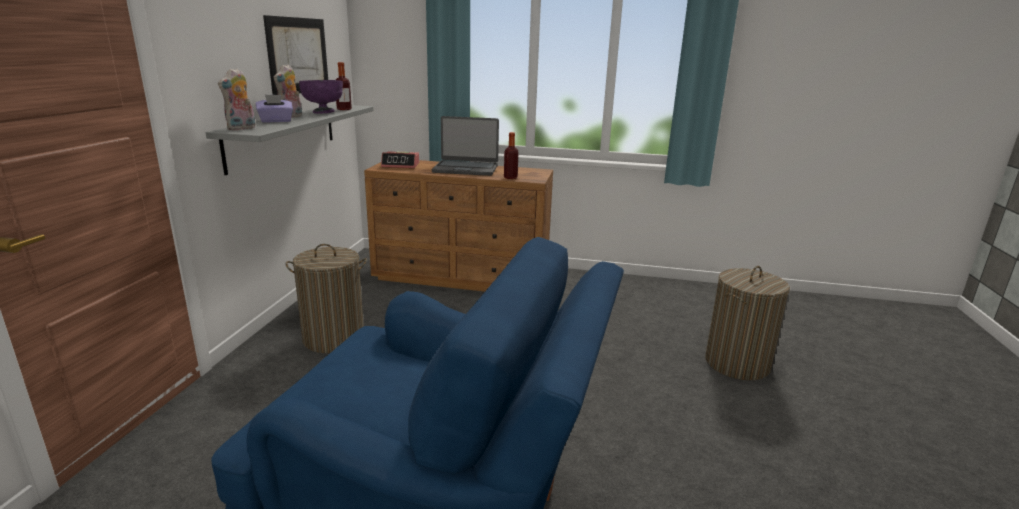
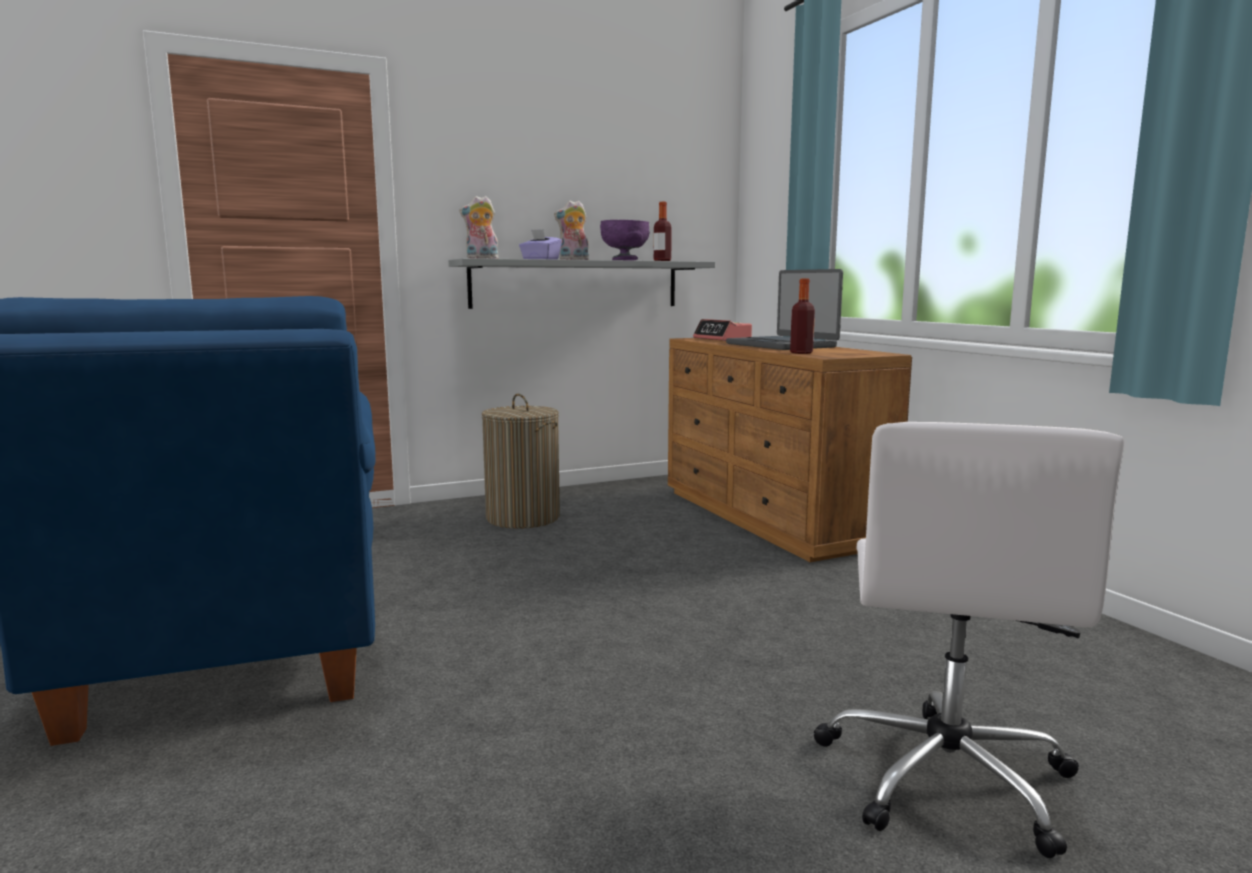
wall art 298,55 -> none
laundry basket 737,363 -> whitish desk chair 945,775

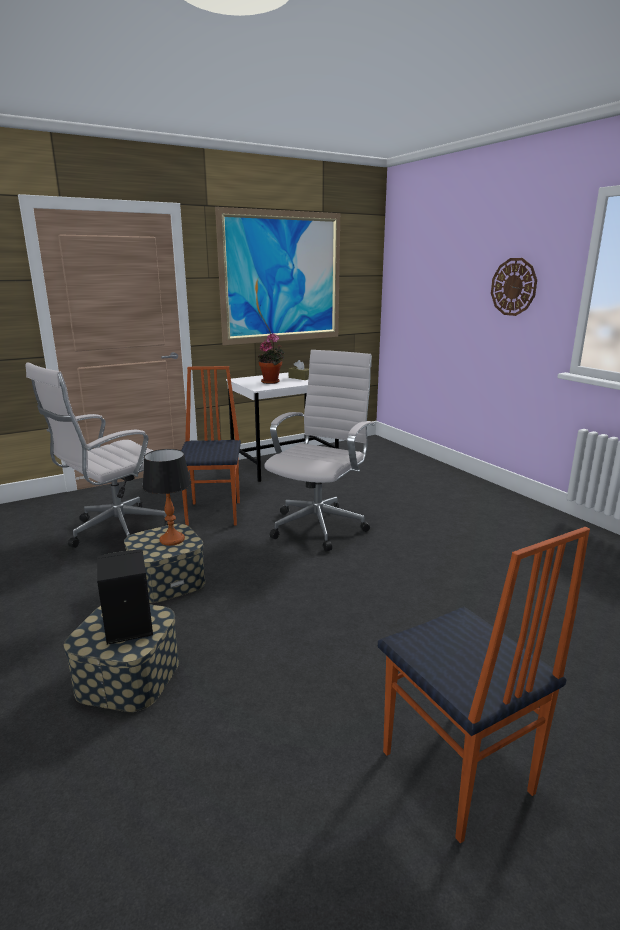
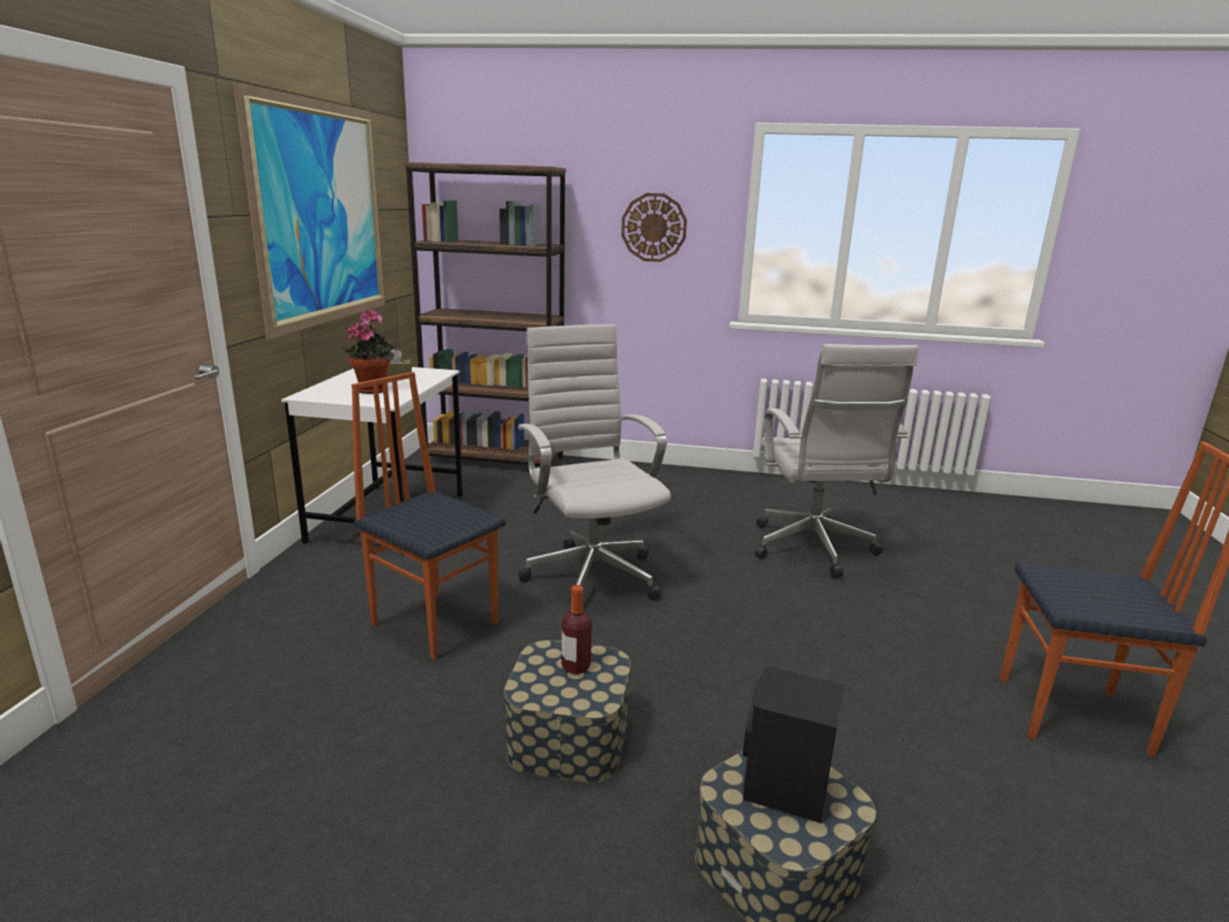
none -> brownish shelving unit 495,460
whitish desk chair 115,531 -> whitish desk chair 813,550, shifted
tabletop lamp 172,540 -> drink bottle 575,667

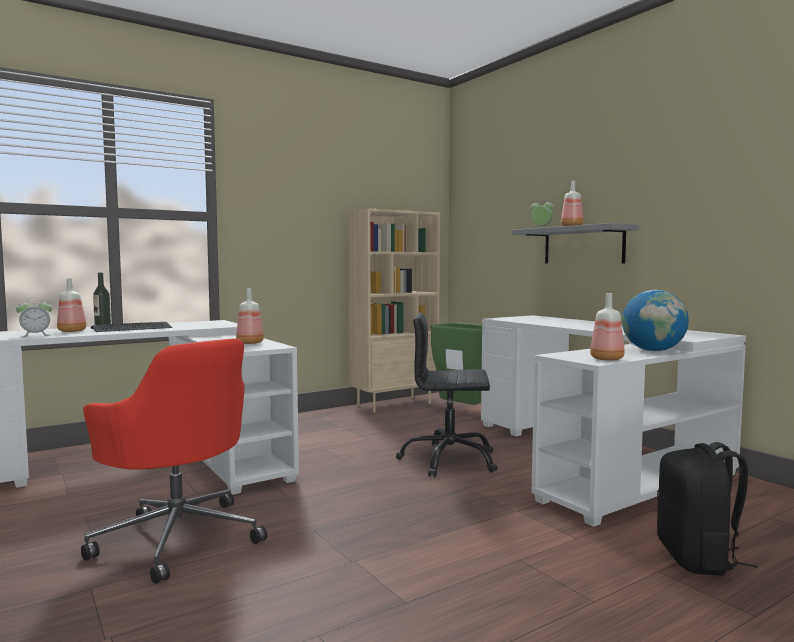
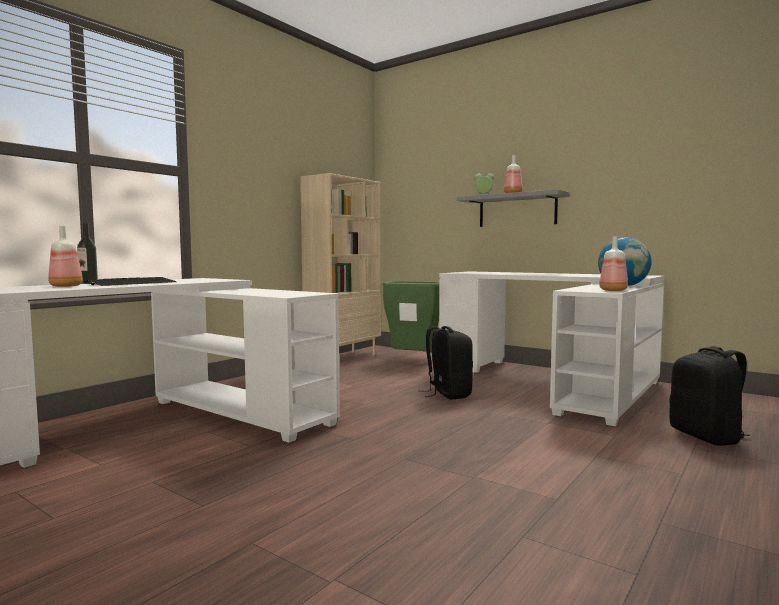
table clock 35,335 -> none
red desk chair 178,537 -> none
drink bottle 251,343 -> none
black desk chair 449,460 -> black backpack 447,394

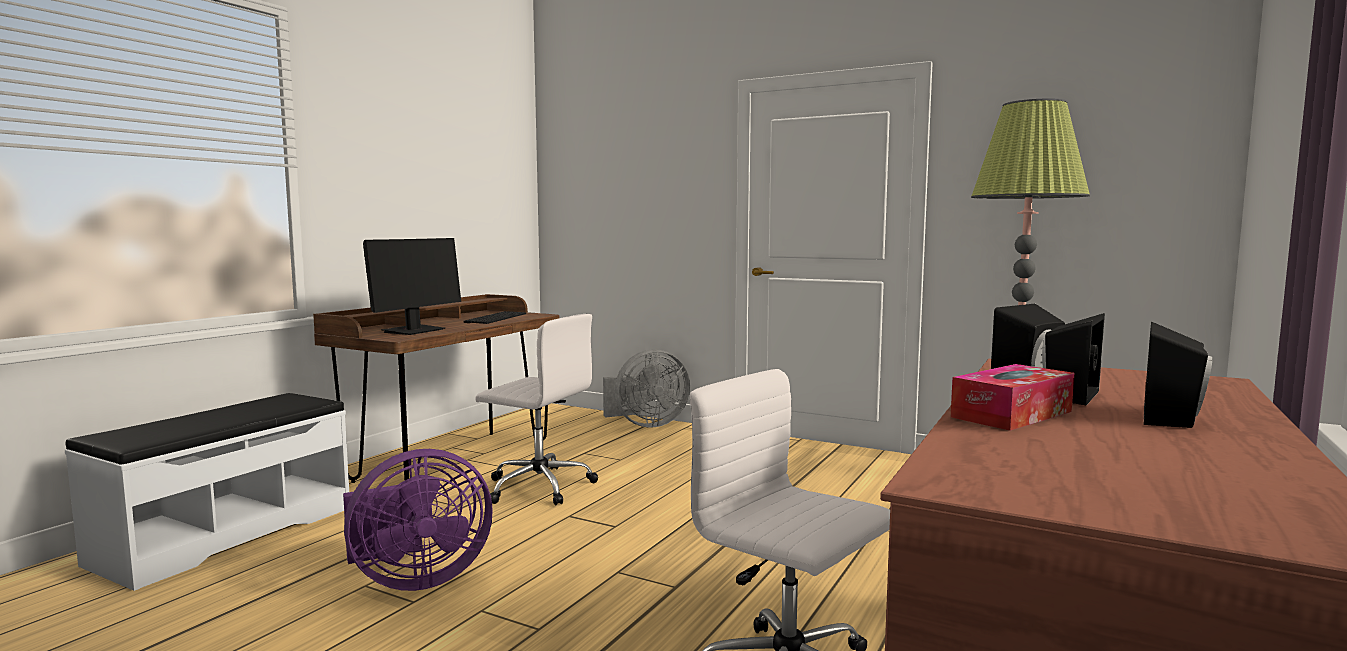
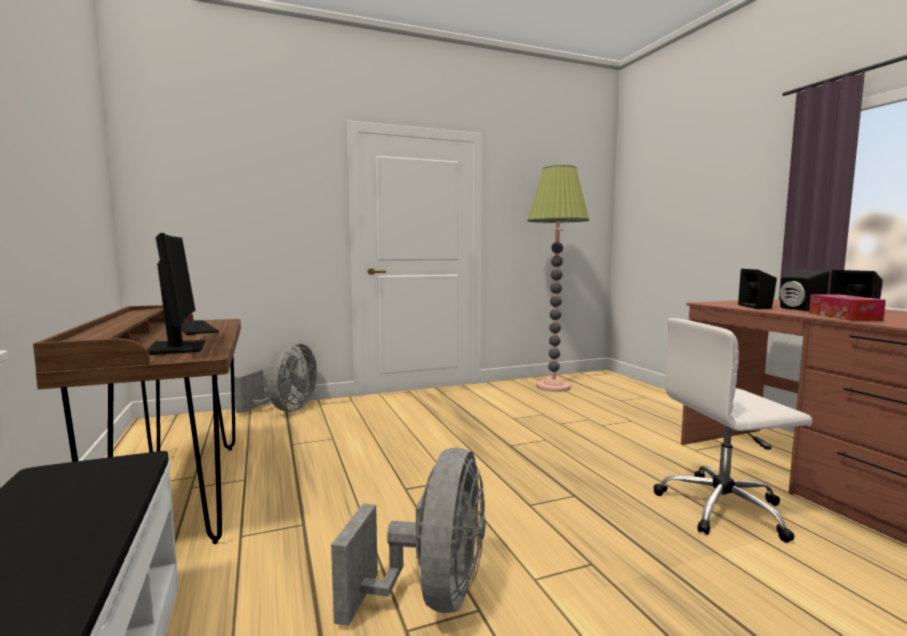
whitish desk chair 538,486 -> none
purple fan 415,579 -> greyish fan 432,595

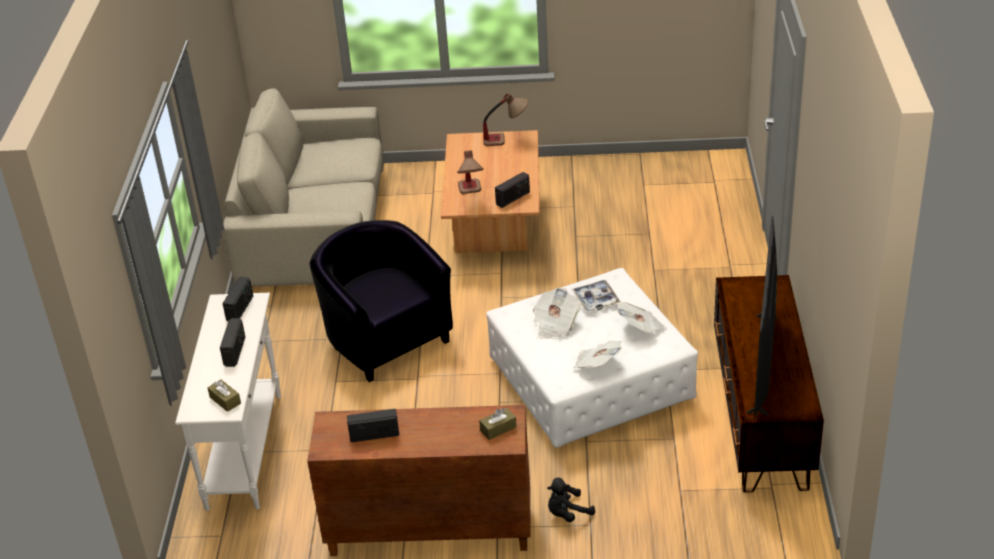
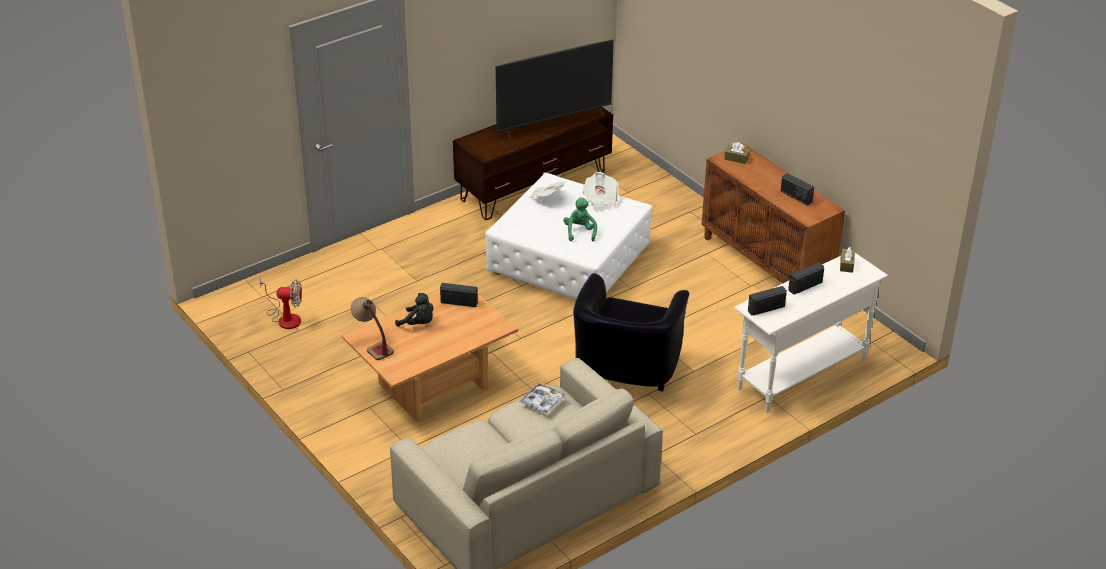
tabletop lamp 471,194 -> none
none -> fan 285,317
black plush toy 567,513 -> black plush toy 418,323, shifted
carrying tray 596,300 -> carrying tray 542,402, shifted
newspaper 555,325 -> greenish plush toy 580,232

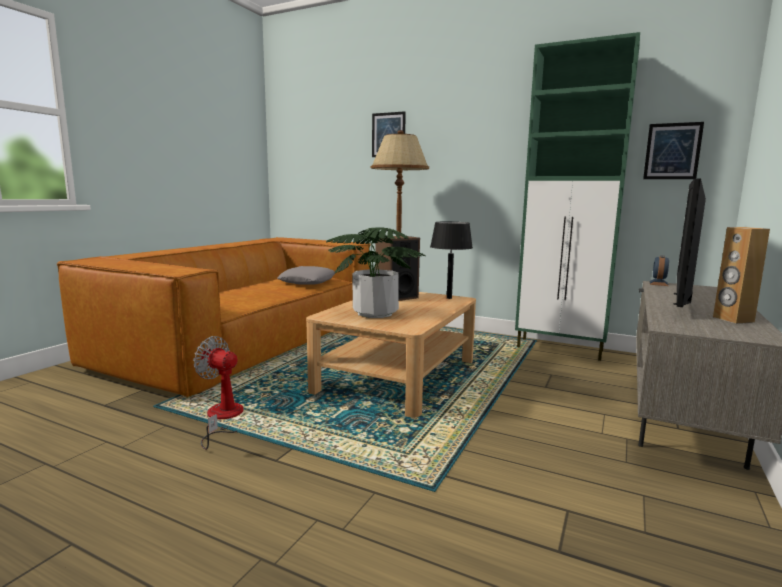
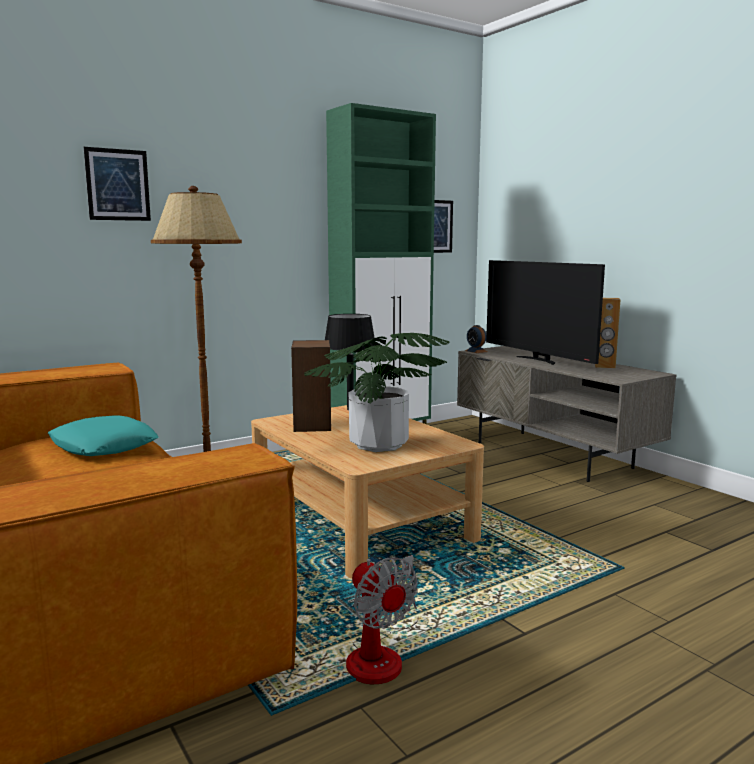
greyish throw pillow 307,281 -> blue-green throw pillow 103,446
fan 223,419 -> fan 381,654, 90 degrees counterclockwise

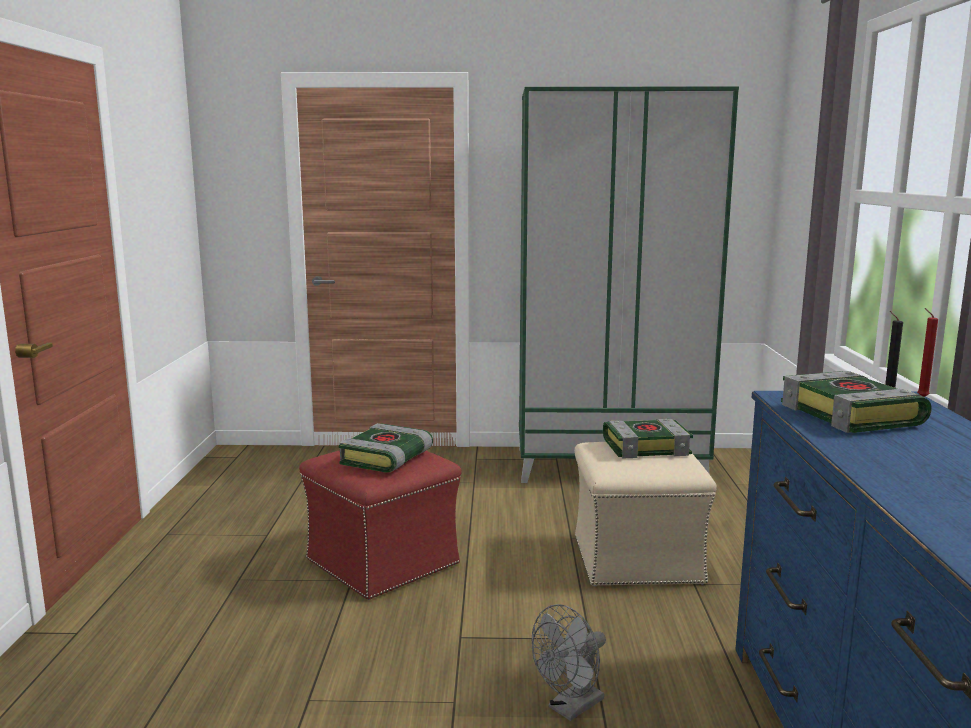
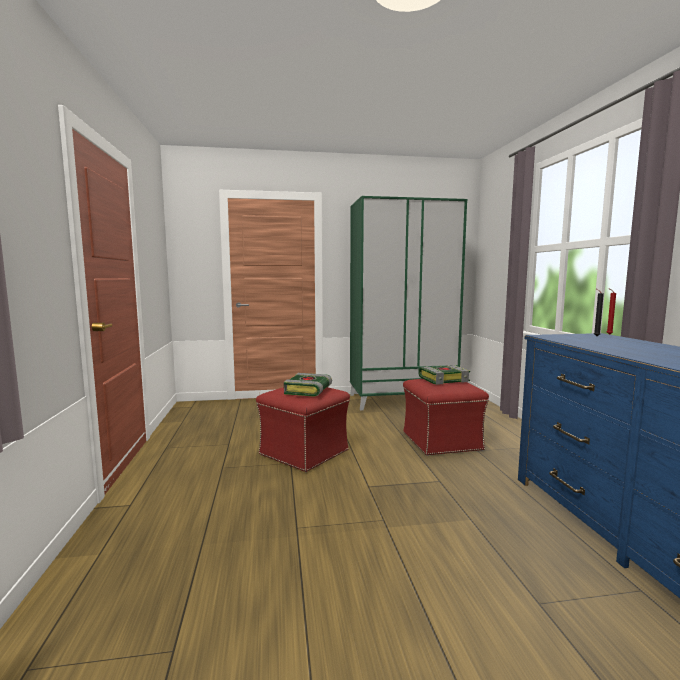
greyish fan 570,708 -> none
book 853,416 -> none
sand-coloured pouffe 635,559 -> red pouffe 441,441

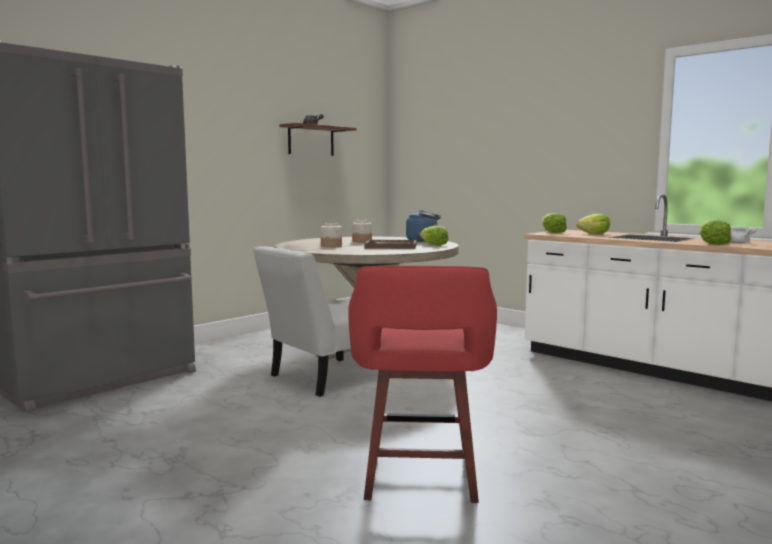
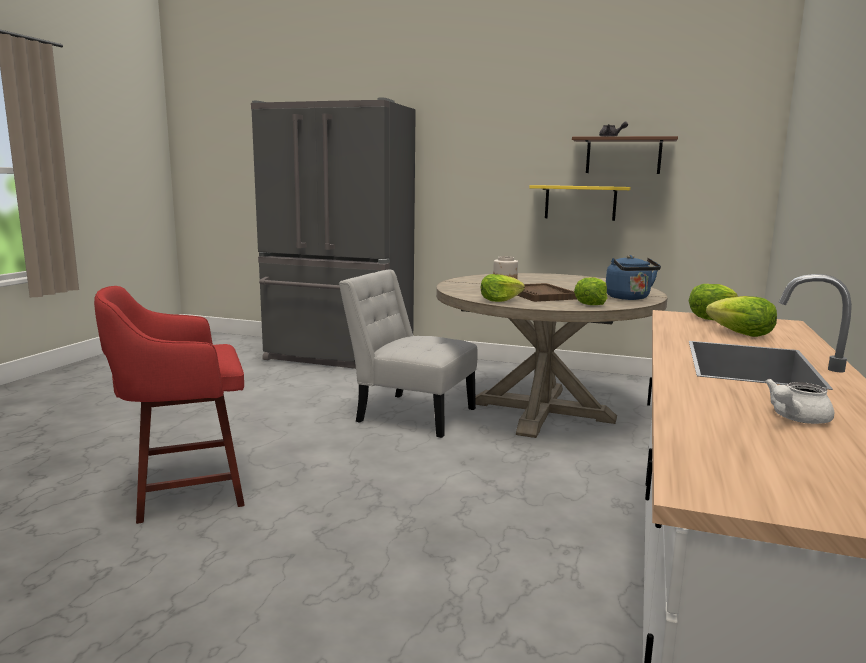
storage jar 362,241 -> none
none -> yellow-coloured wall shelf 580,202
lettuce head 712,243 -> lettuce head 499,300, shifted

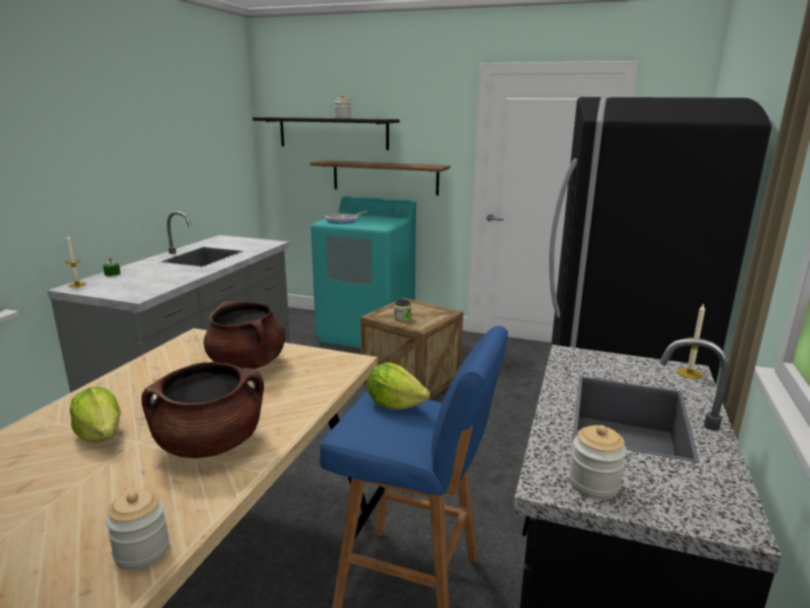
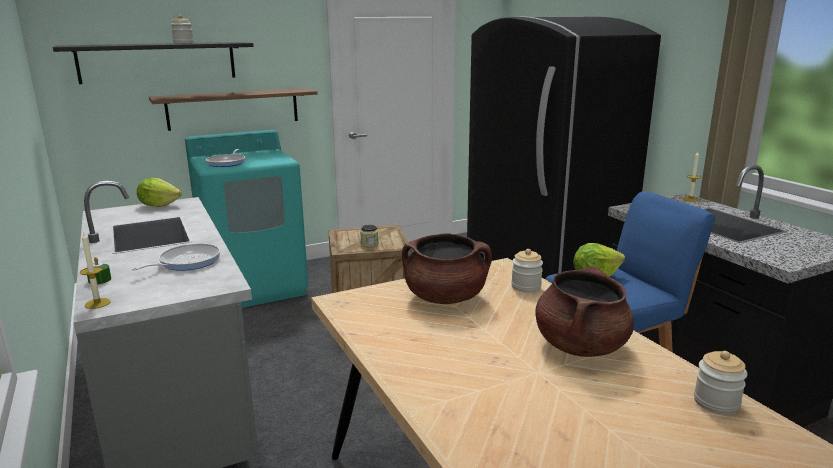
none -> pan 186,262
lettuce head 101,434 -> lettuce head 159,205, shifted
storage jar 594,484 -> storage jar 526,286, shifted

